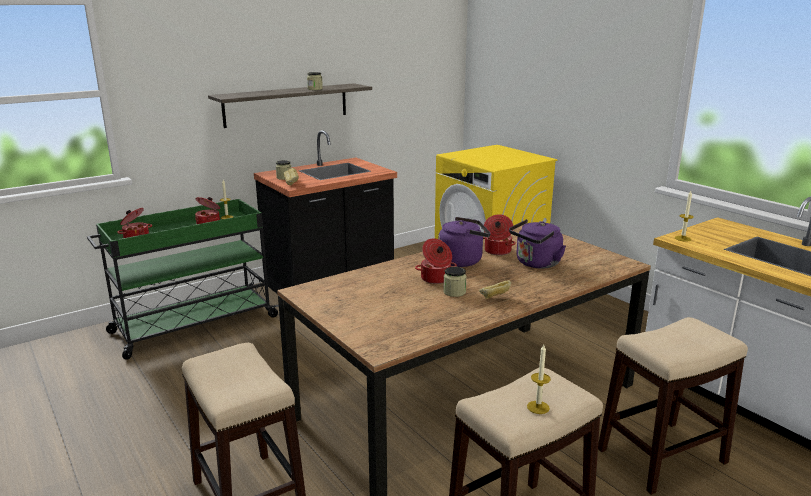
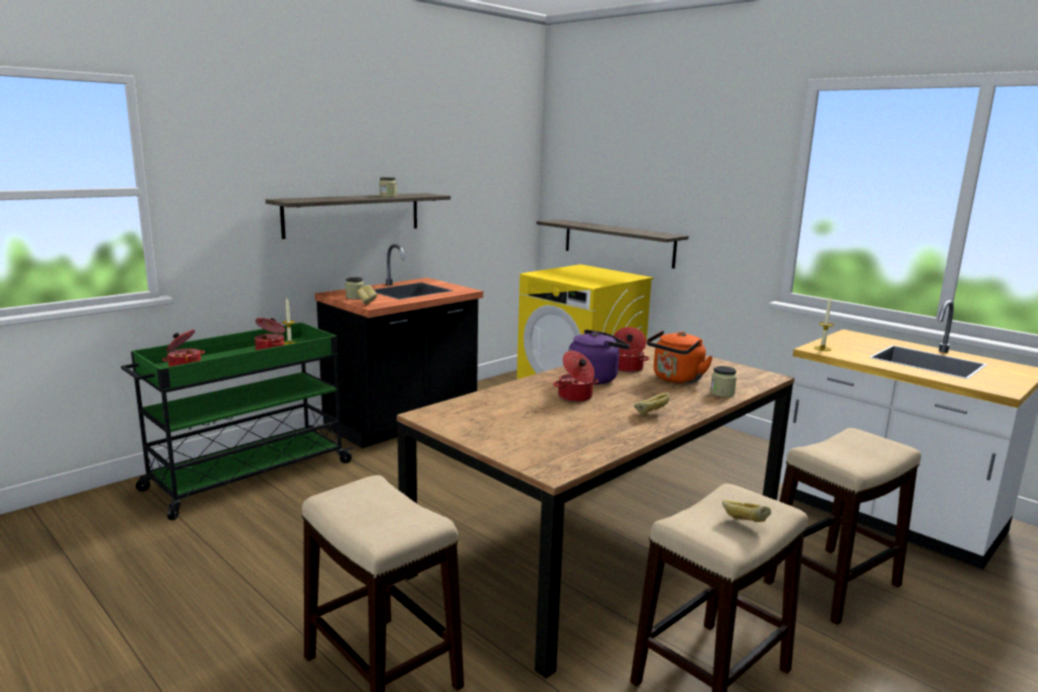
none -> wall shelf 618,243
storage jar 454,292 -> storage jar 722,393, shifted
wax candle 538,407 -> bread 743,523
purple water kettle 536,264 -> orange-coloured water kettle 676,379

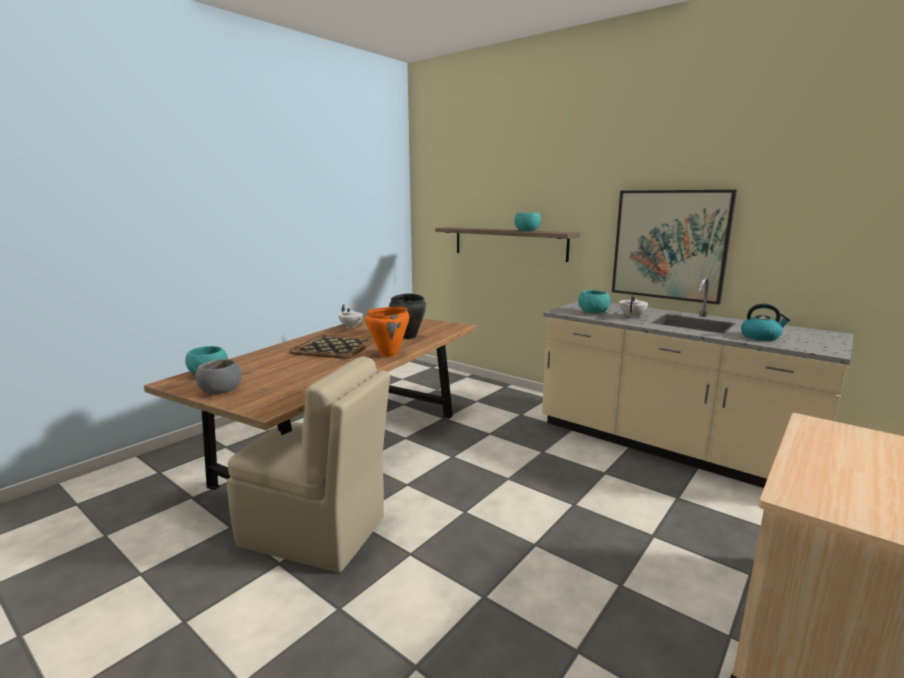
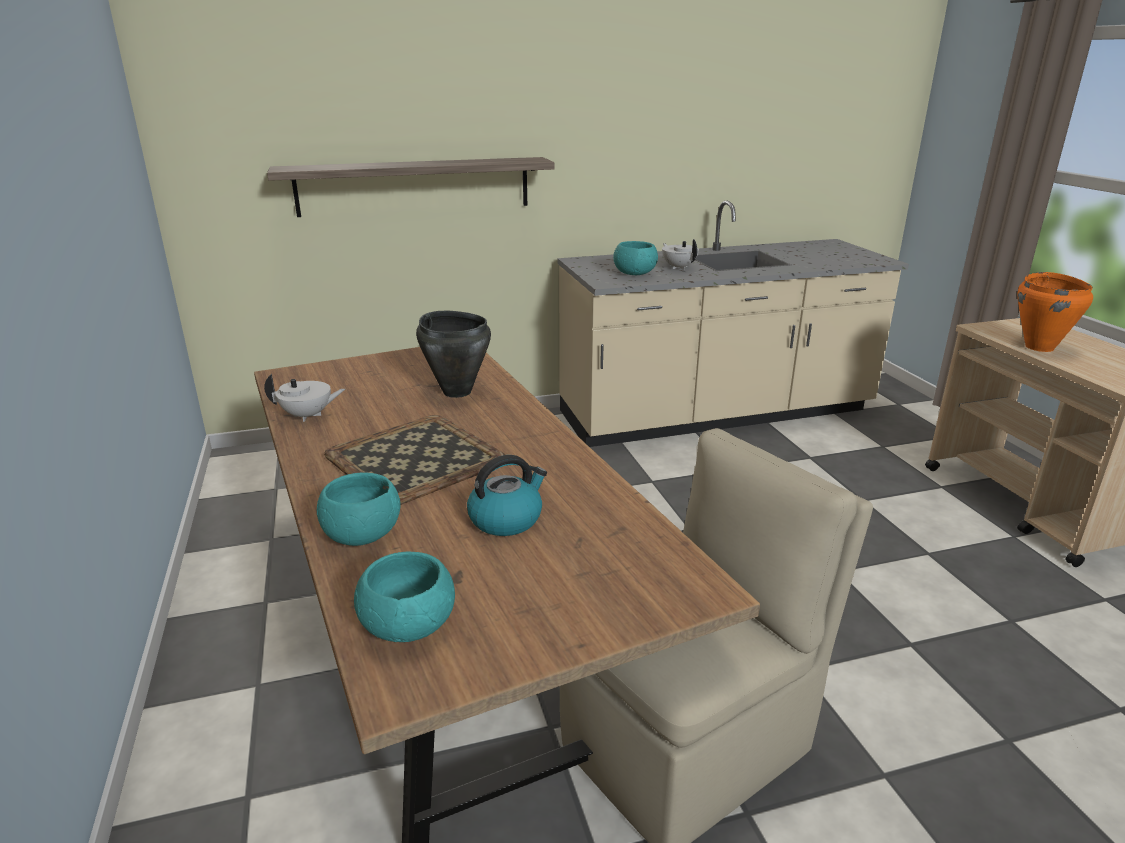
greyish serving bowl 221,391 -> none
wall art 669,245 -> none
orange-coloured stockpot 389,354 -> orange-coloured stockpot 1039,347, shifted
blue-green serving bowl 527,231 -> blue-green serving bowl 362,534, shifted
water kettle 761,337 -> water kettle 506,519, shifted

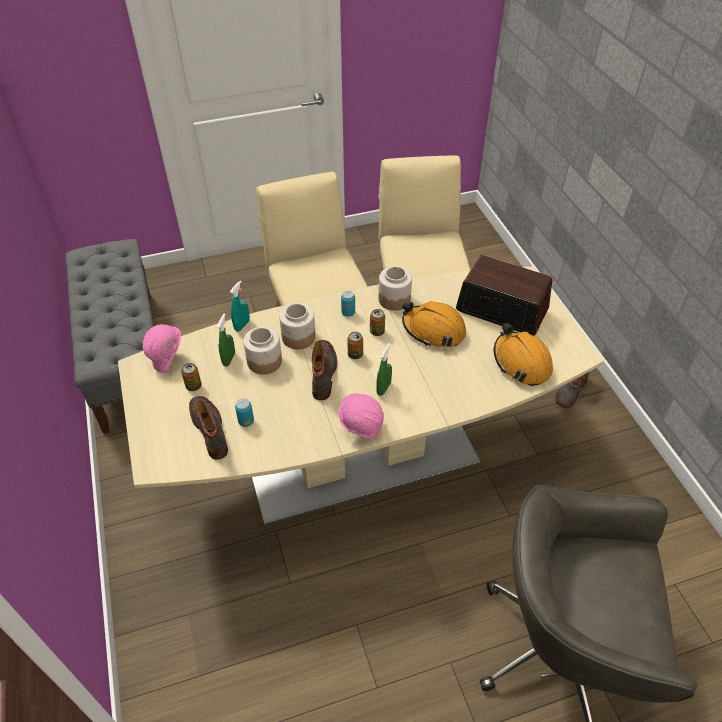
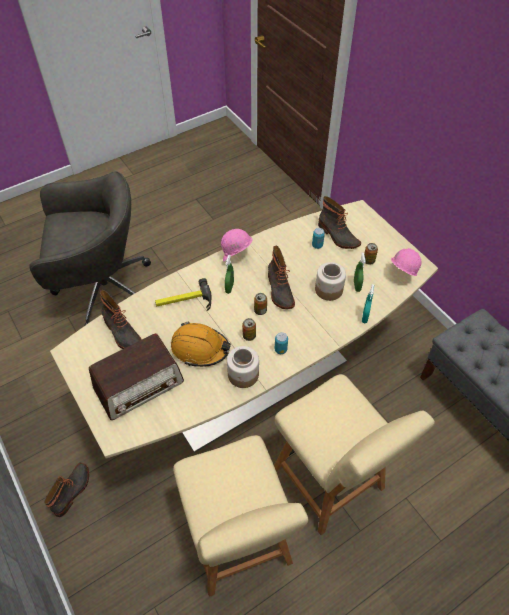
storage jar 298,337 -> none
none -> hammer 184,302
orange-coloured hard hat 521,362 -> tall boot 122,333
radio 501,310 -> radio 139,385, 45 degrees counterclockwise

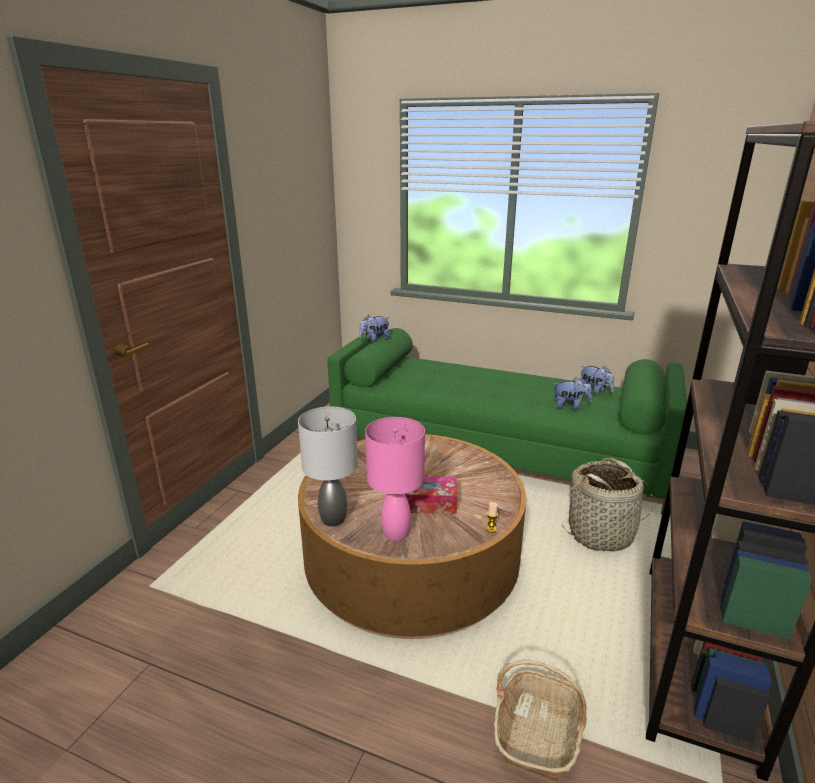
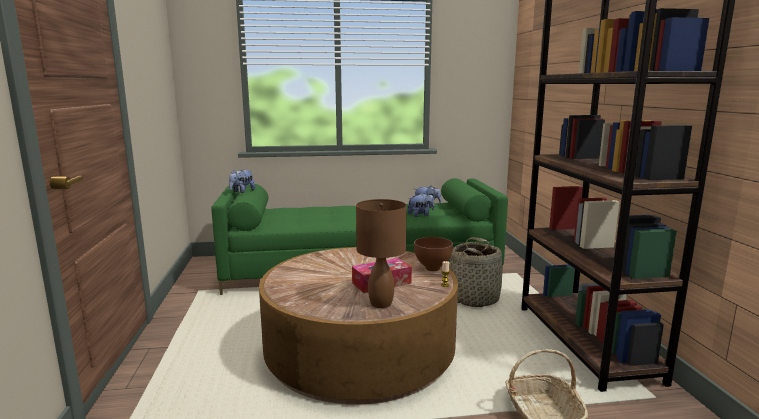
greyish tabletop lamp 334,519 -> none
none -> brownish serving bowl 432,269
pink-coloured tabletop lamp 396,534 -> brownish tabletop lamp 381,304

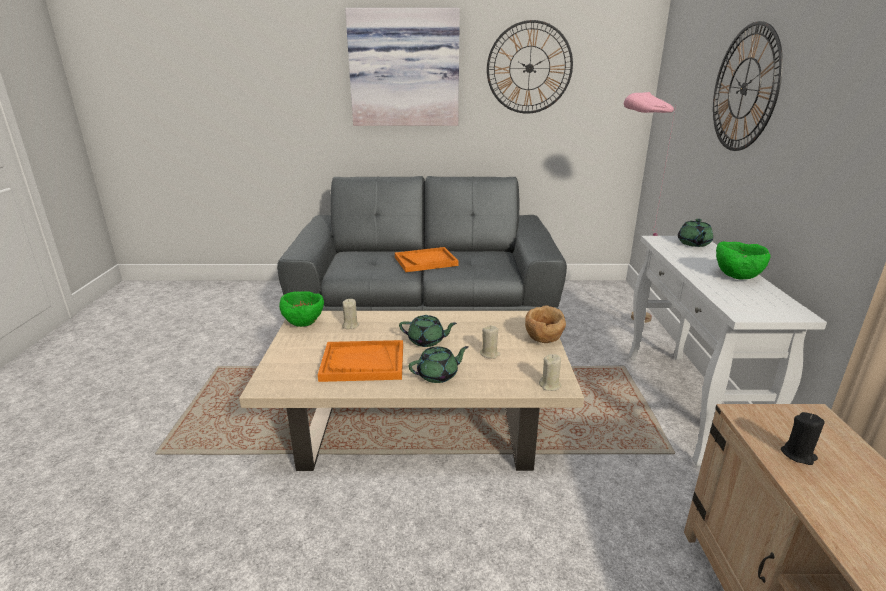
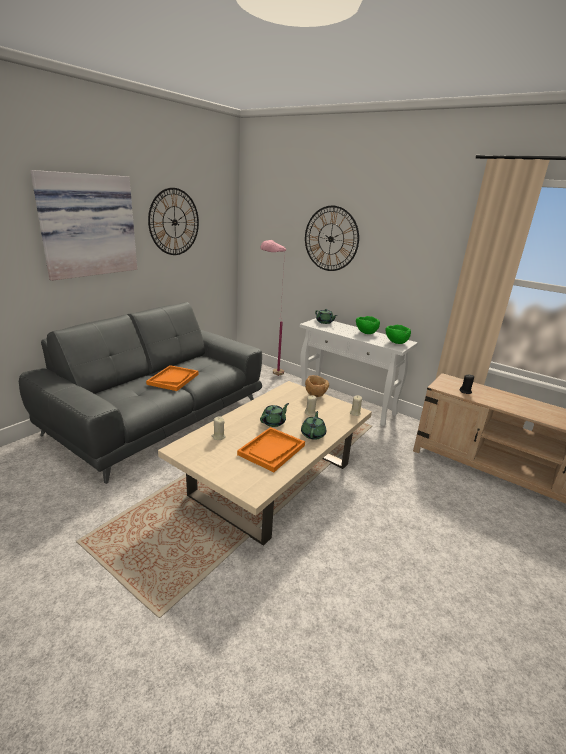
greenish serving bowl 304,322 -> greenish serving bowl 396,342, shifted

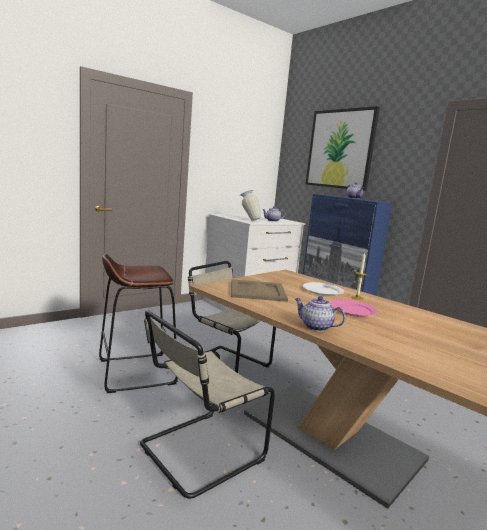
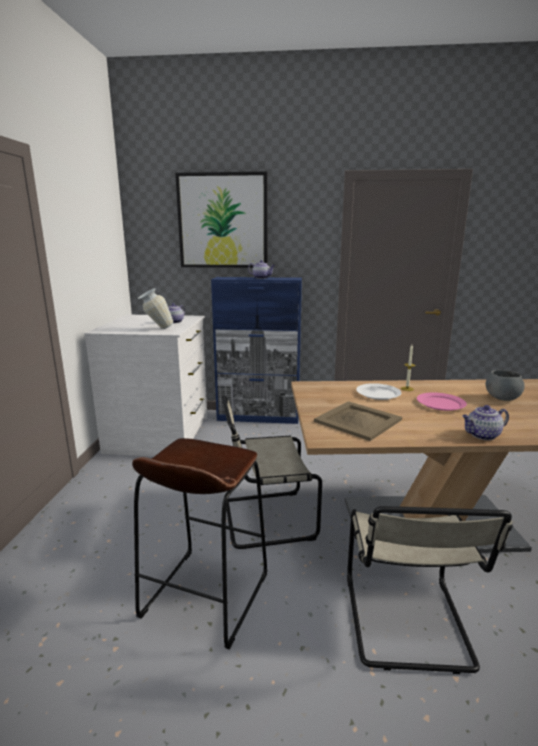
none -> greyish serving bowl 502,398

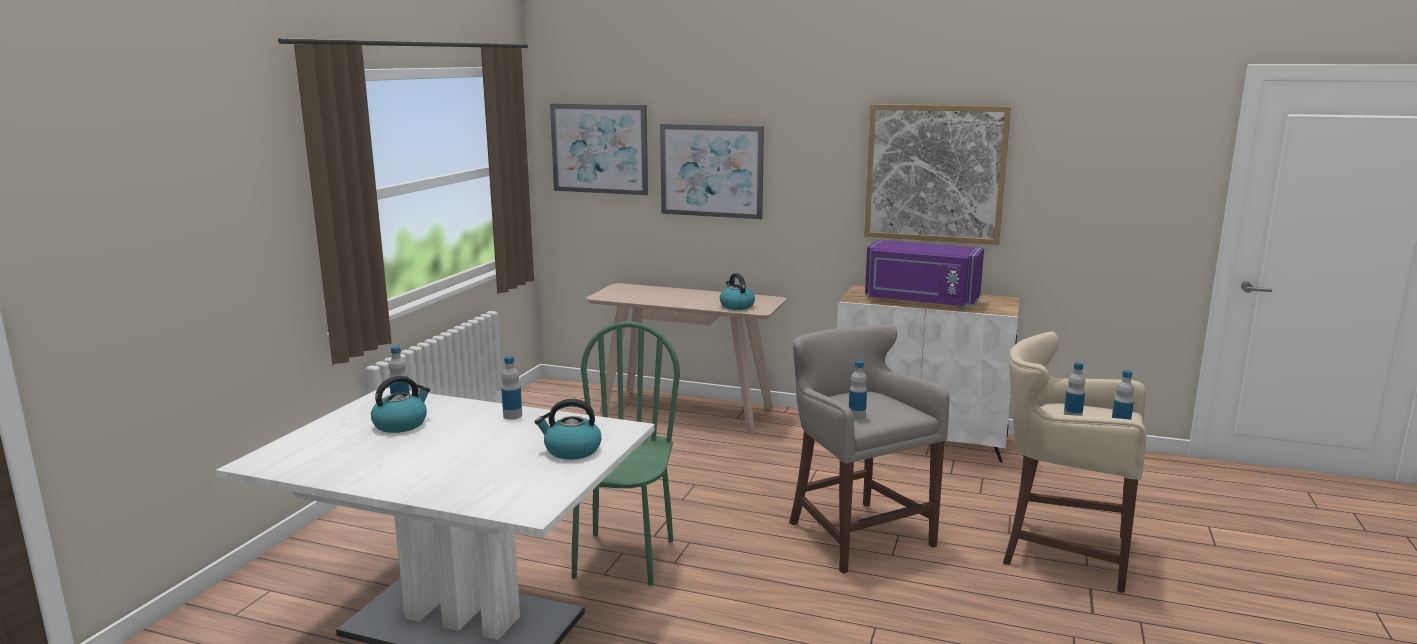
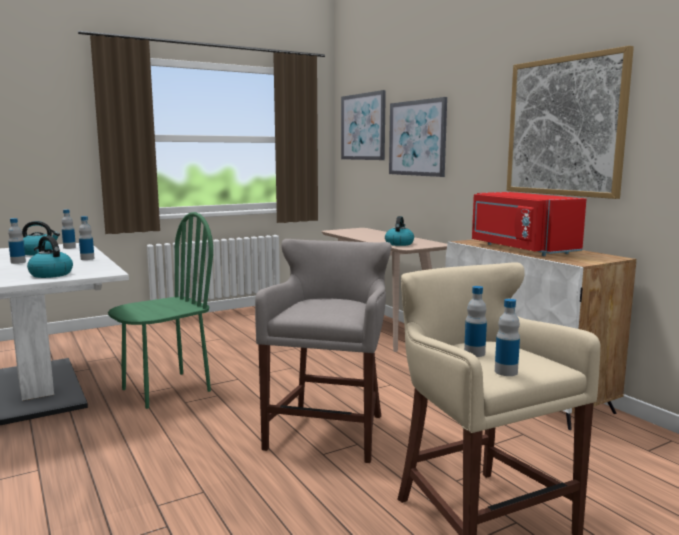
drink bottle 857,416 -> drink bottle 18,262, shifted
purple kitchen microwave 920,301 -> red kitchen microwave 520,249

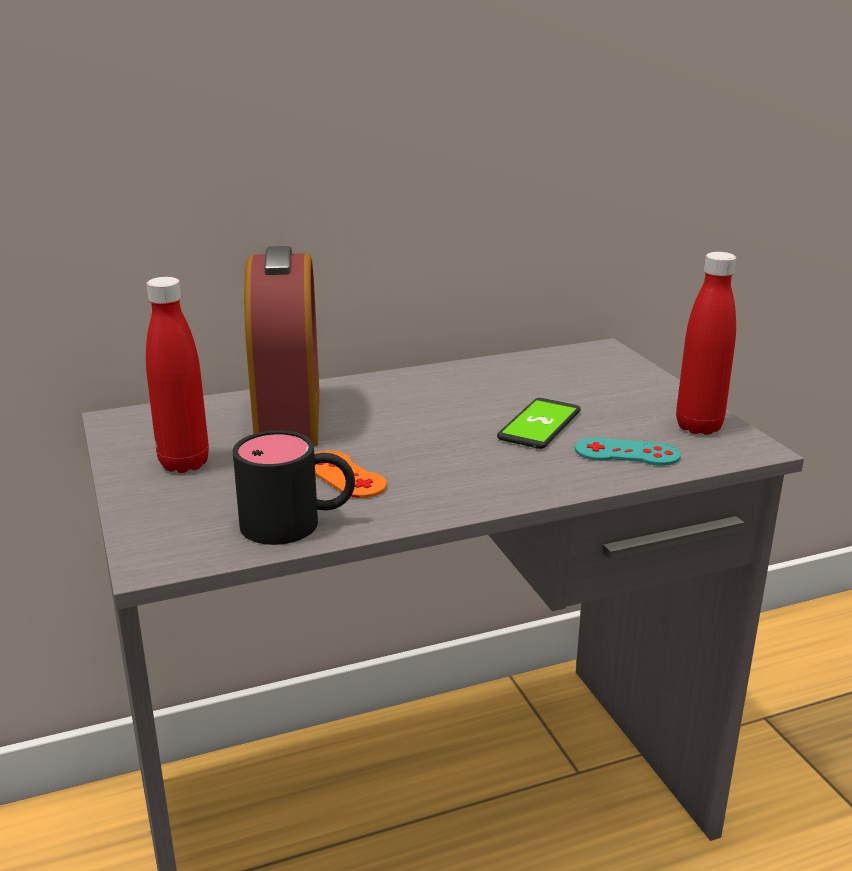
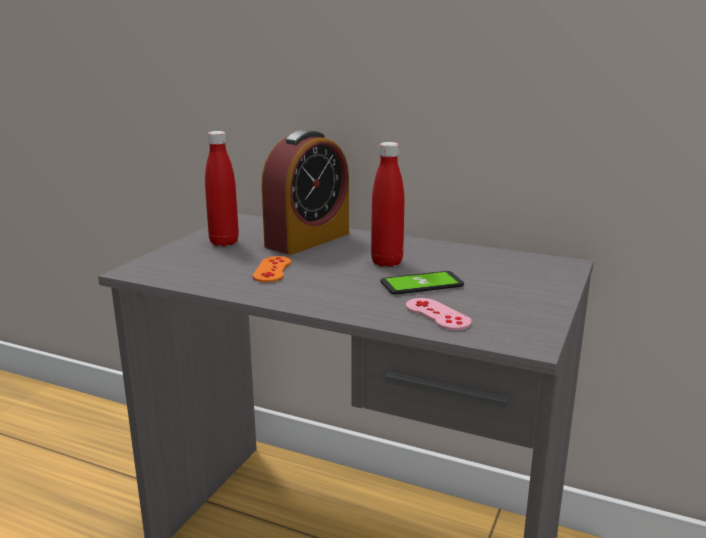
black tea mug 298,523 -> none
red drink bottle 698,427 -> red drink bottle 386,262, shifted
blue-green game controller 627,453 -> pink-coloured game controller 437,314

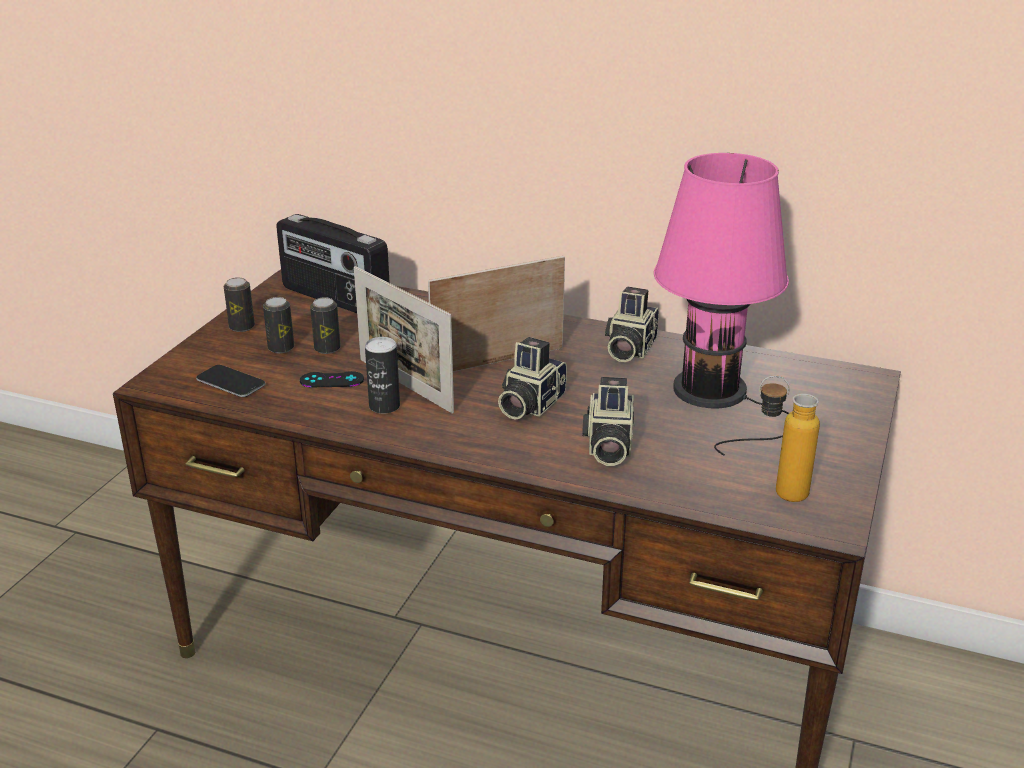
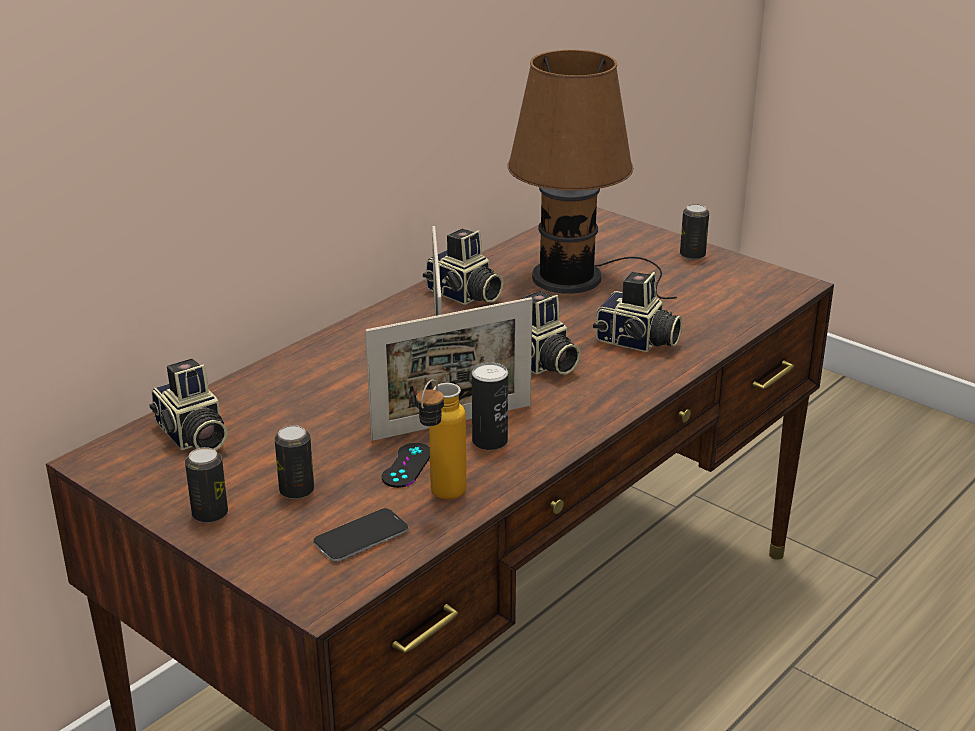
metal can 327,348 -> metal can 692,255, shifted
drink bottle 777,493 -> drink bottle 441,499, shifted
radio 334,299 -> still camera 192,437
pink-coloured tabletop lamp 715,394 -> brownish tabletop lamp 575,278

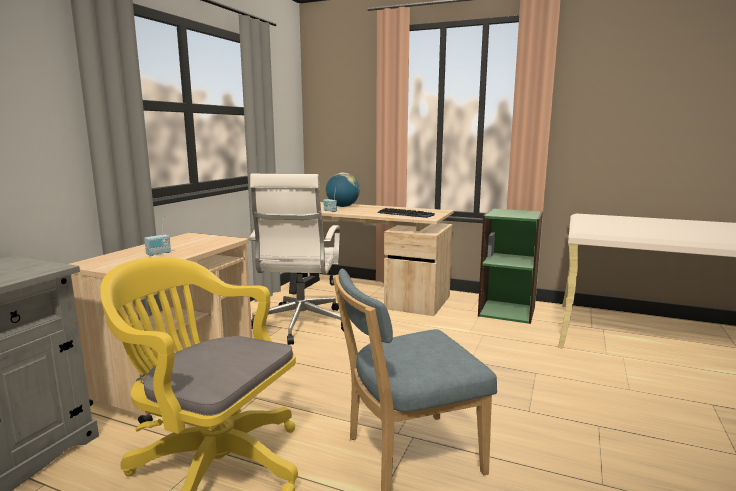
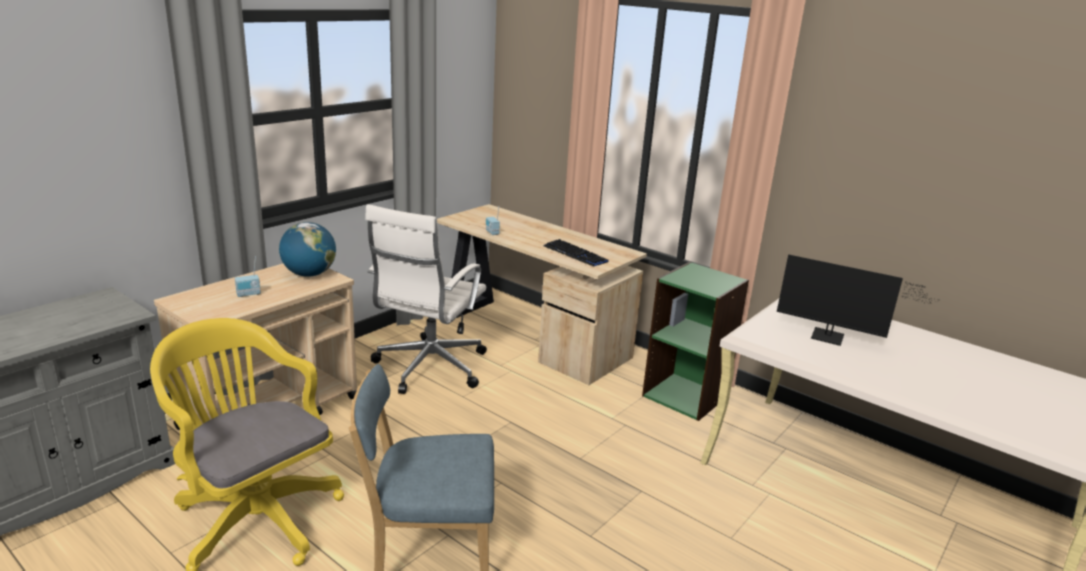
none -> computer display 833,338
world globe 342,206 -> world globe 309,274, shifted

